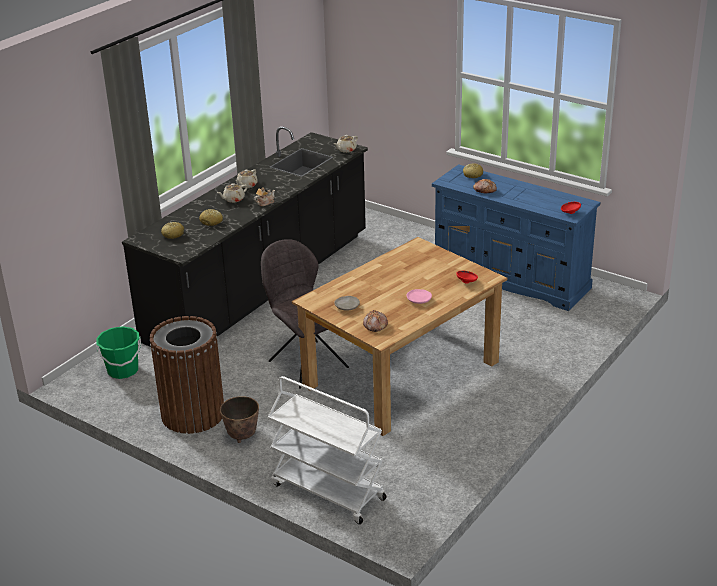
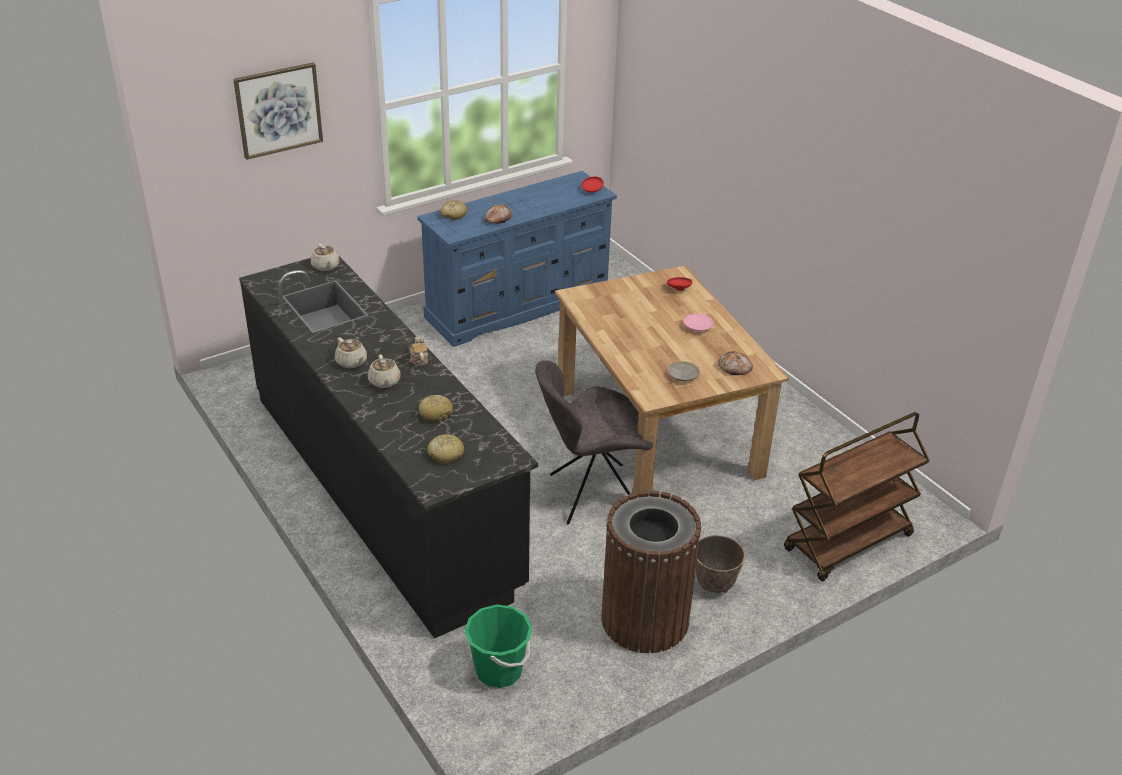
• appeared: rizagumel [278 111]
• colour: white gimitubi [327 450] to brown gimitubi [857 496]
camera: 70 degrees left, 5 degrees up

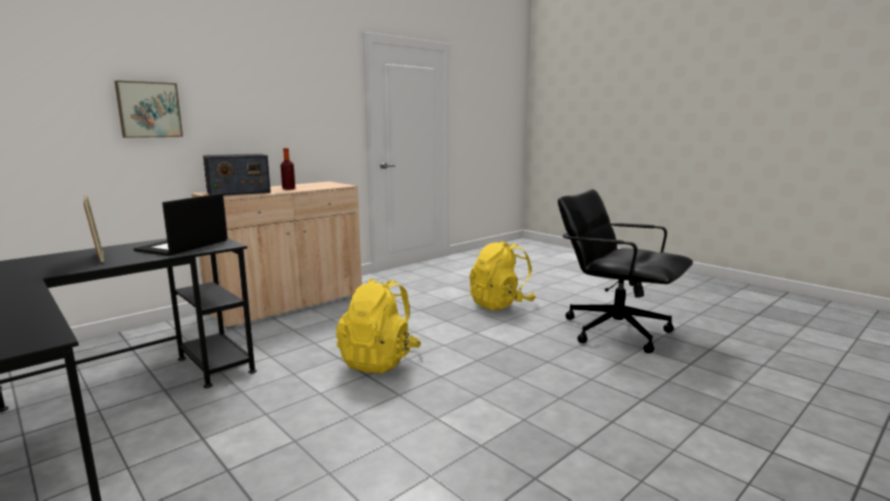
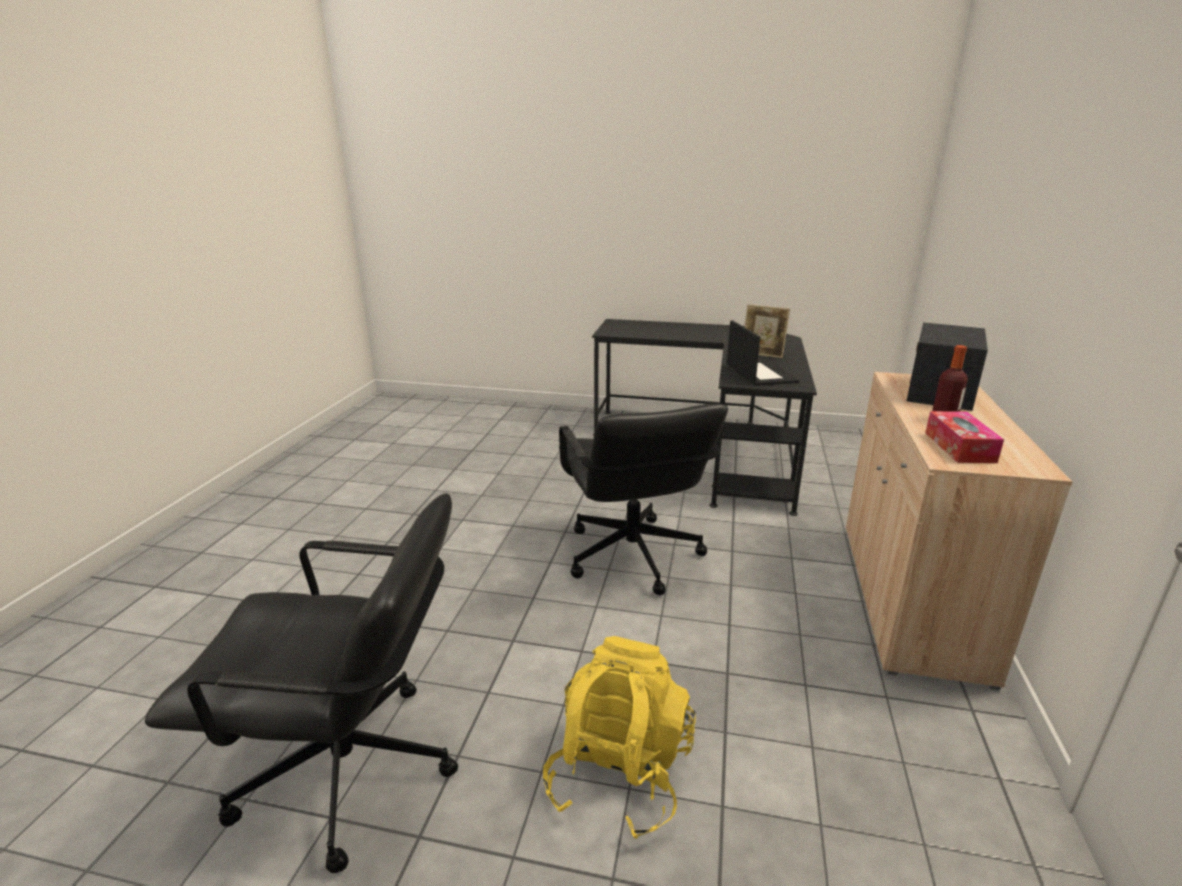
• missing: rizagumel [149 109]
• appeared: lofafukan [964 437]
• exchanged: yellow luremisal [378 325] to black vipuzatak [643 499]
camera: 145 degrees right, 10 degrees up

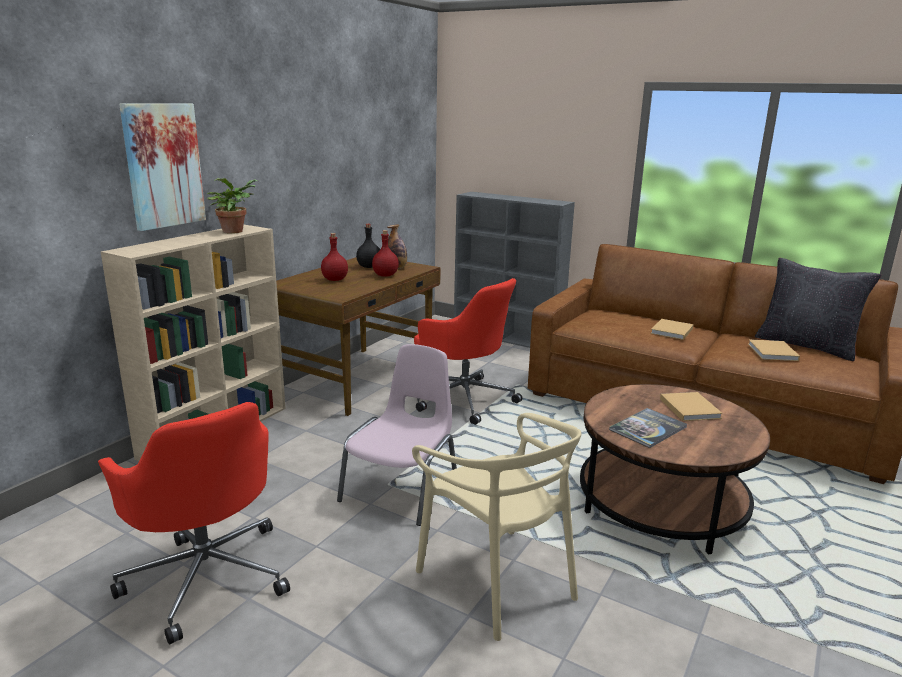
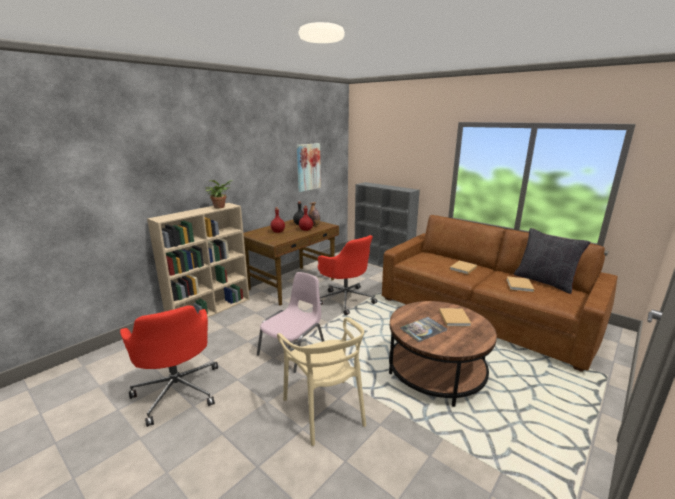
• relocated: rizagumel [162 167] to [309 167]
camera: 10 degrees right, 0 degrees up

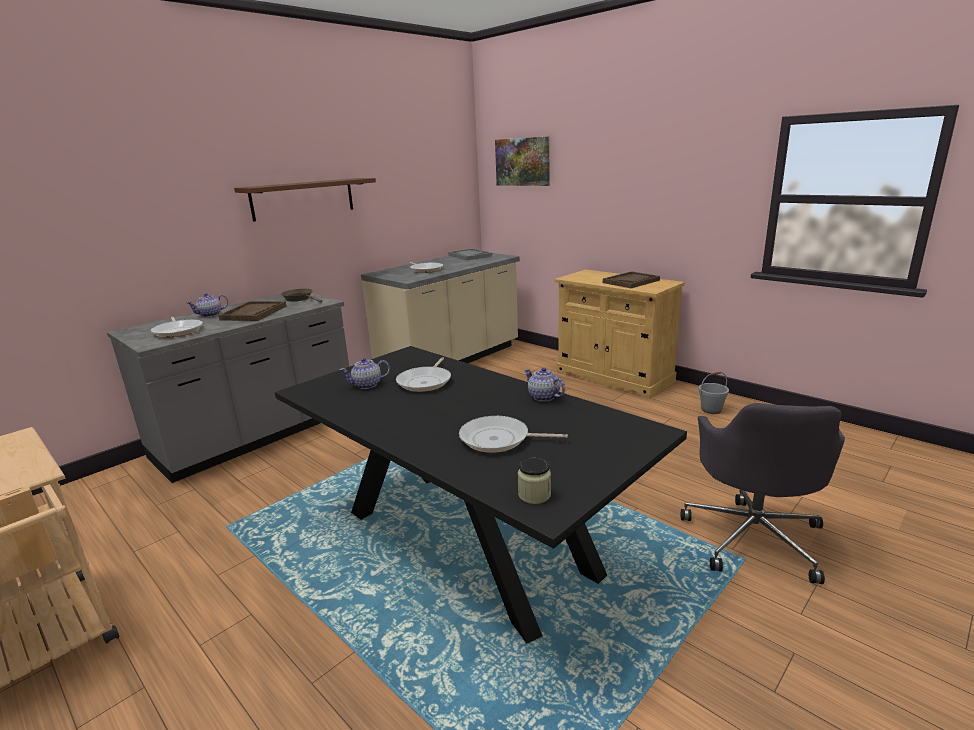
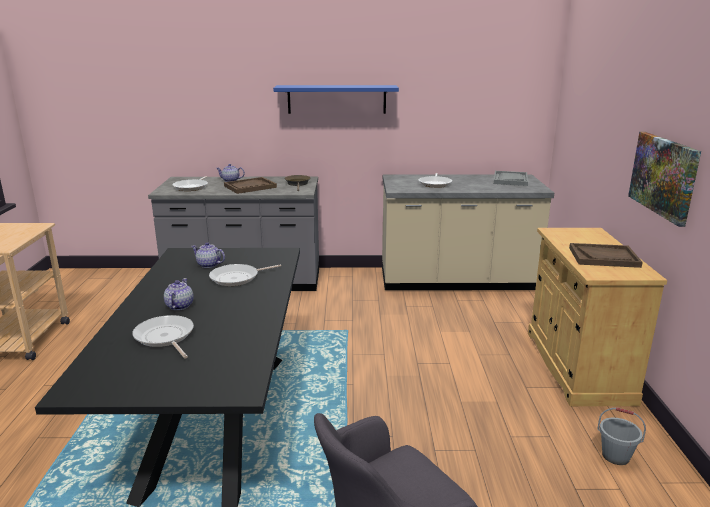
• missing: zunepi [534 481]
• relocated: rizagumel [522 161] to [664 179]
• relocated: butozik [544 384] to [179 294]
• colour: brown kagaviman [305 200] to blue kagaviman [336 99]
camera: 45 degrees right, 0 degrees up

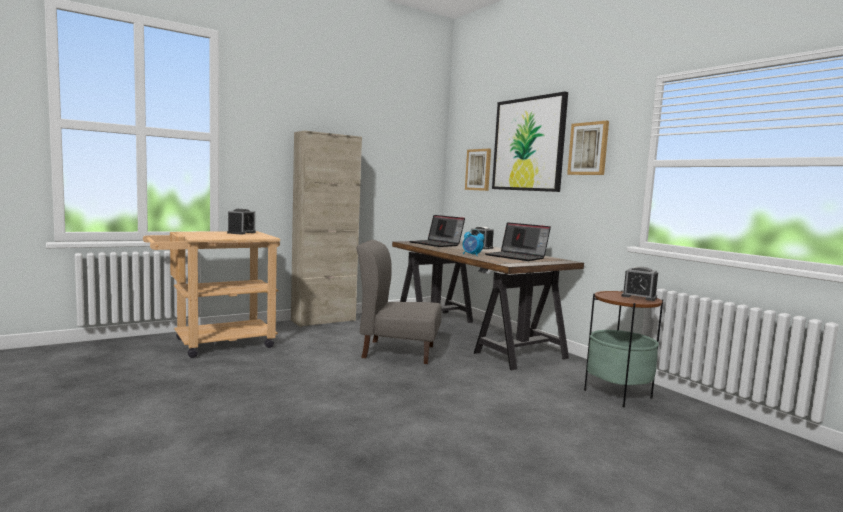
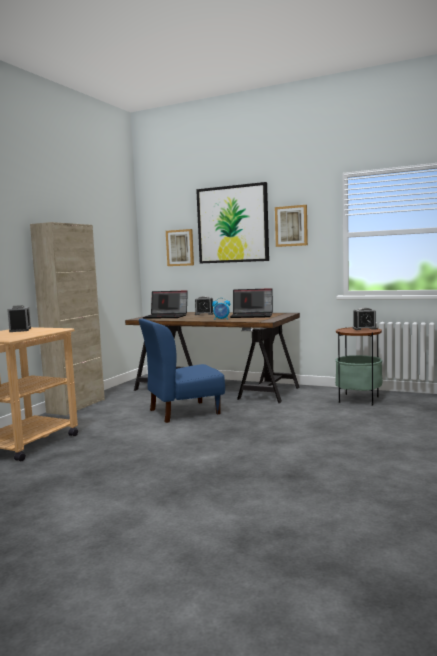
• colour: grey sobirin [399 302] to blue sobirin [182 371]
camera: 30 degrees left, 0 degrees up

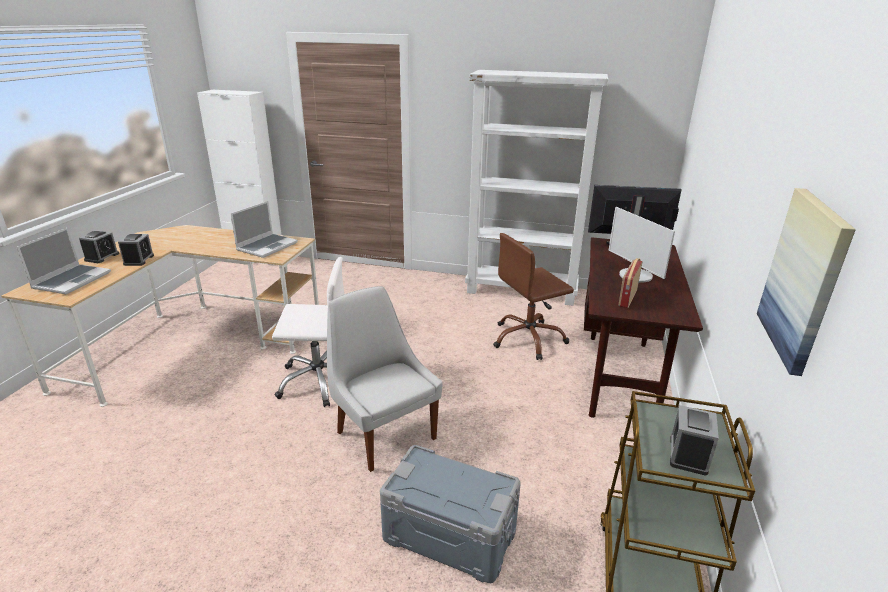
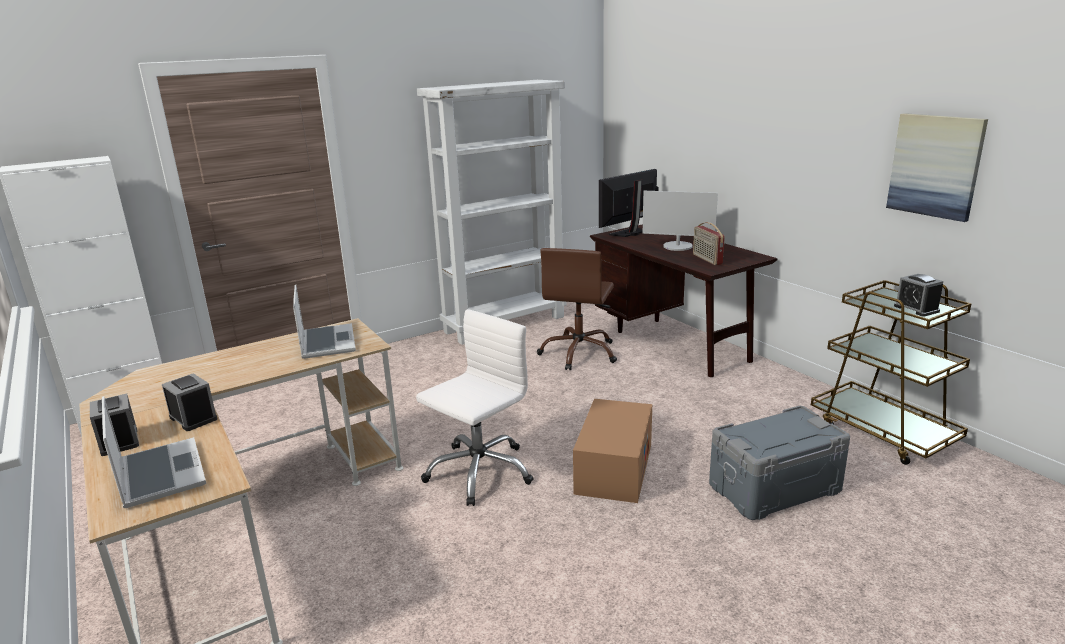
• exchanged: white sobirin [385 379] to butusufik [612 451]
camera: 45 degrees left, 5 degrees down

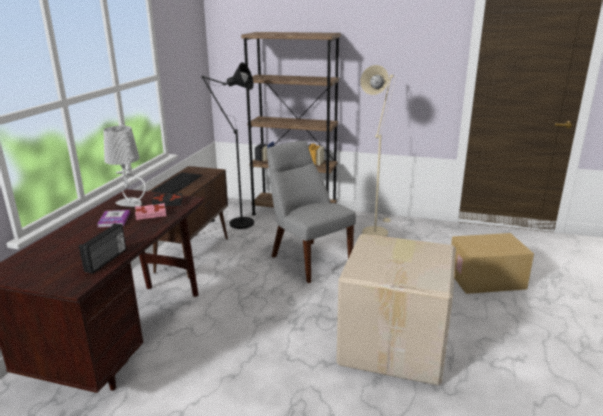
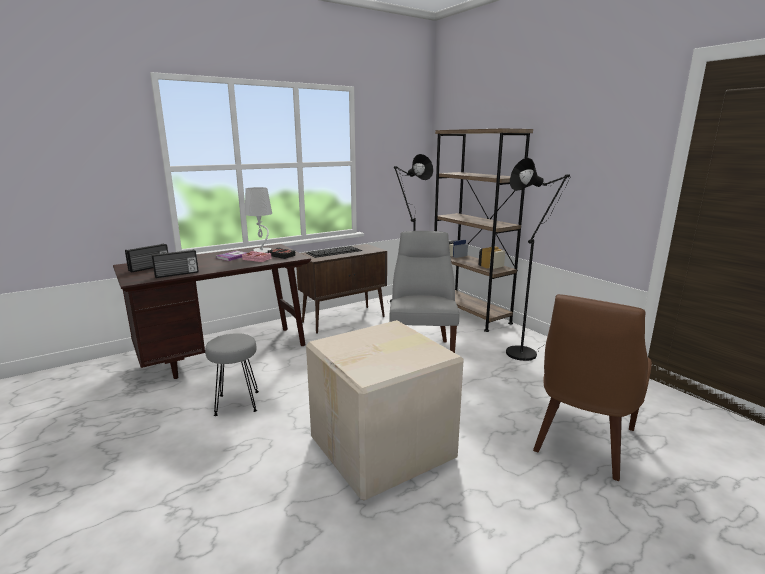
• appeared: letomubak [146 258]
• appeared: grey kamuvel [232 374]
• exchanged: butusufik [492 263] to brown sobirin [592 387]
• colour: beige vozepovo [378 151] to black vozepovo [538 259]
camera: 40 degrees right, 5 degrees down

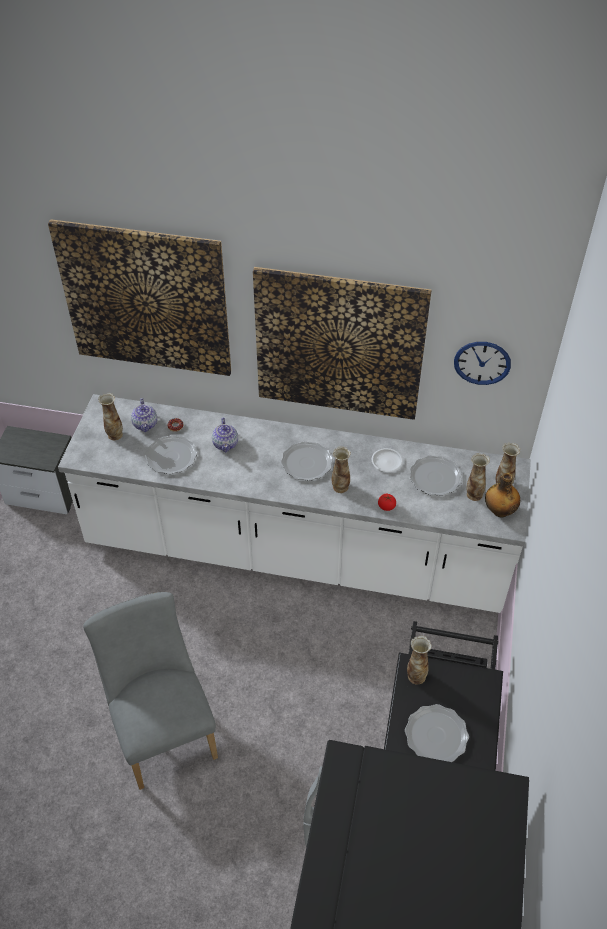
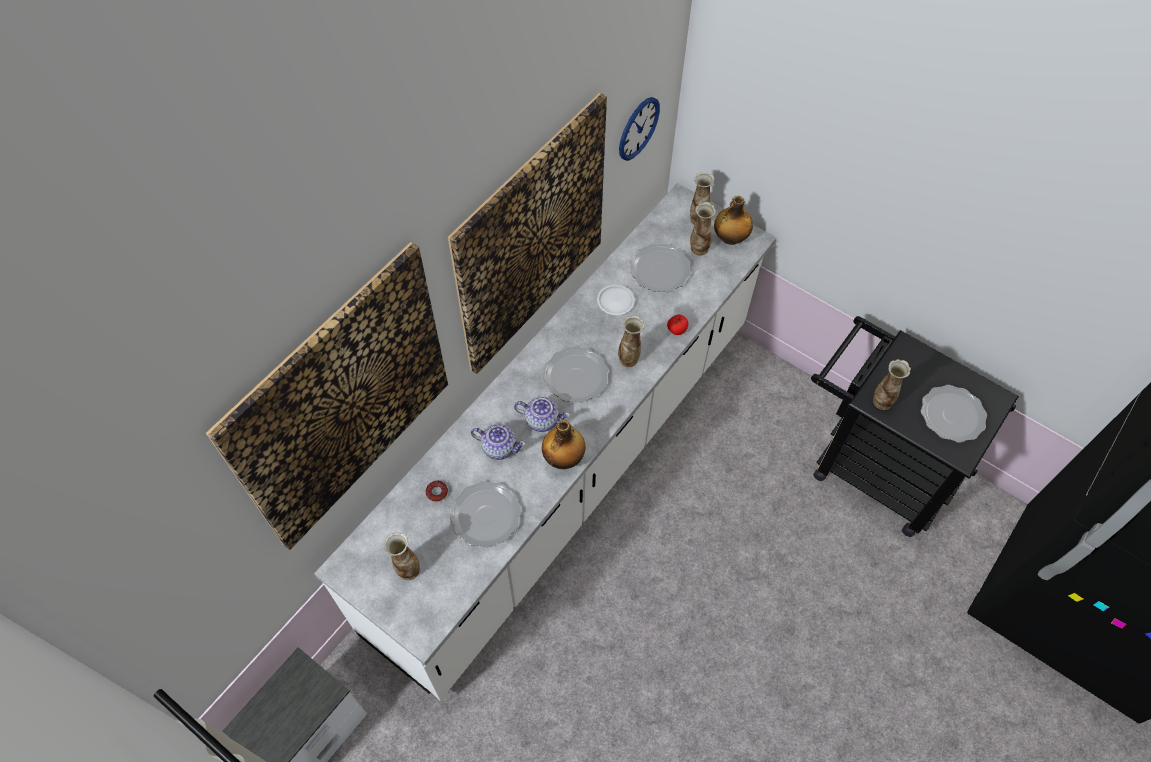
• missing: grey sobirin [150 691]
• appeared: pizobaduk [564 444]
• relocated: butozik [144 415] to [542 414]
camera: 65 degrees left, 10 degrees up

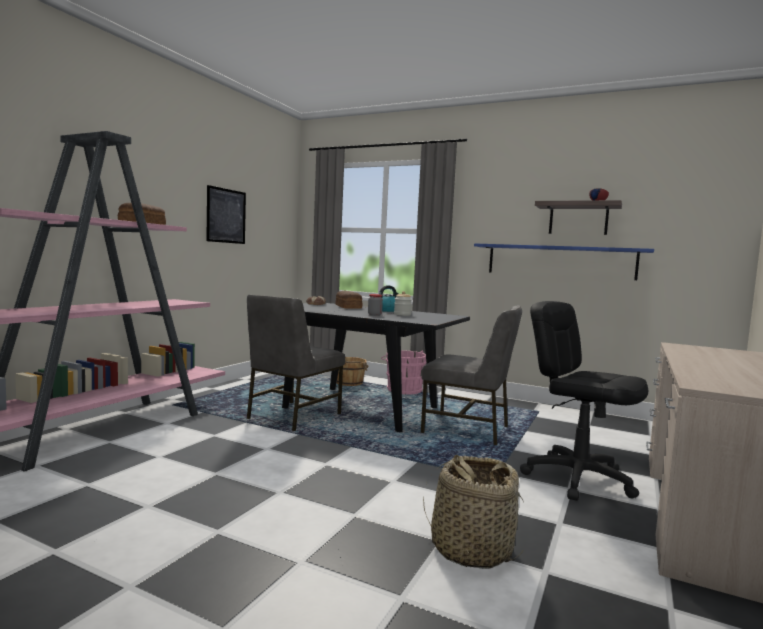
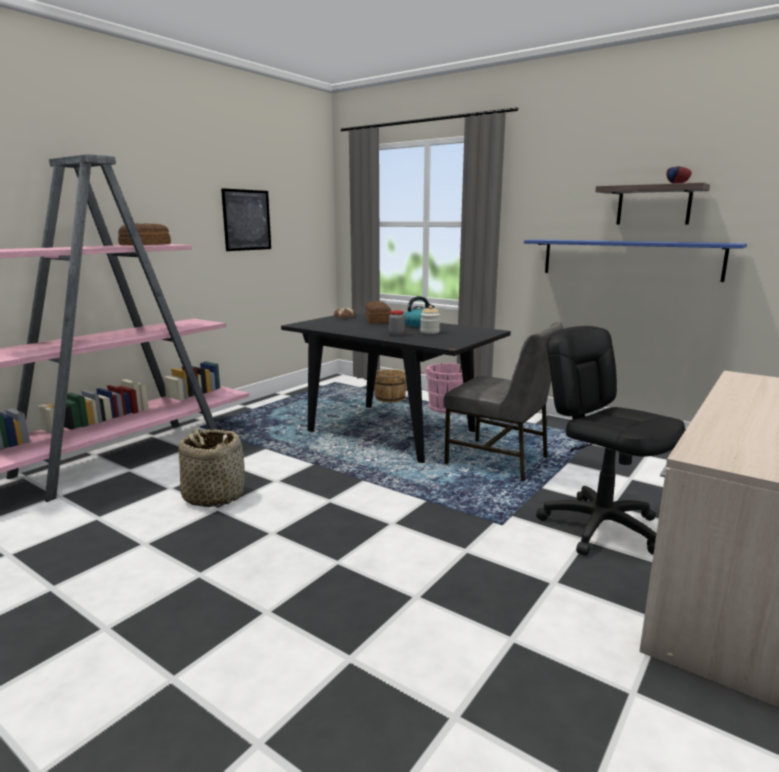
• missing: grey sobirin [296 362]
• relocated: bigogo [473 511] to [212 467]
camera: 10 degrees right, 10 degrees up

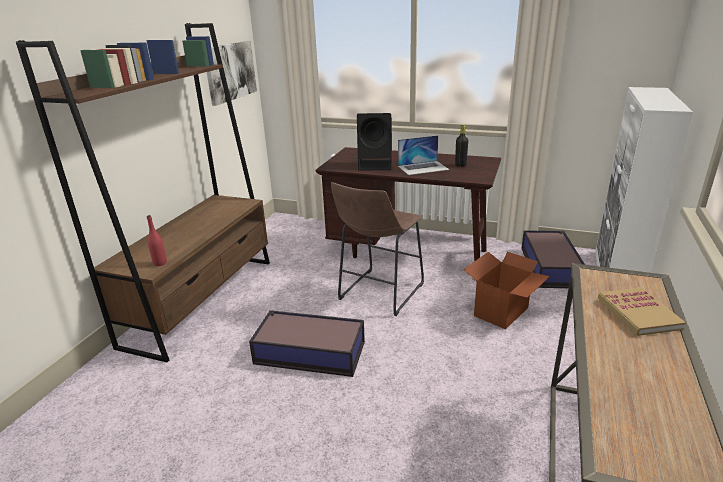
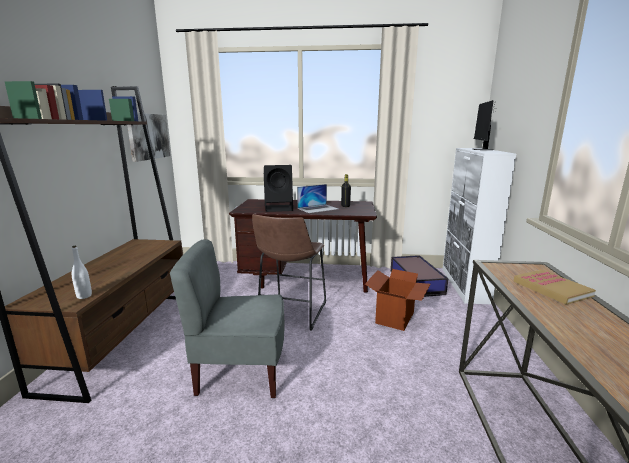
• appeared: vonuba [484 125]
• exchanged: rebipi [307 343] to grey sobirin [227 318]
• colour: red pizobaduk [157 240] to white pizobaduk [82 272]
camera: 15 degrees left, 10 degrees down

